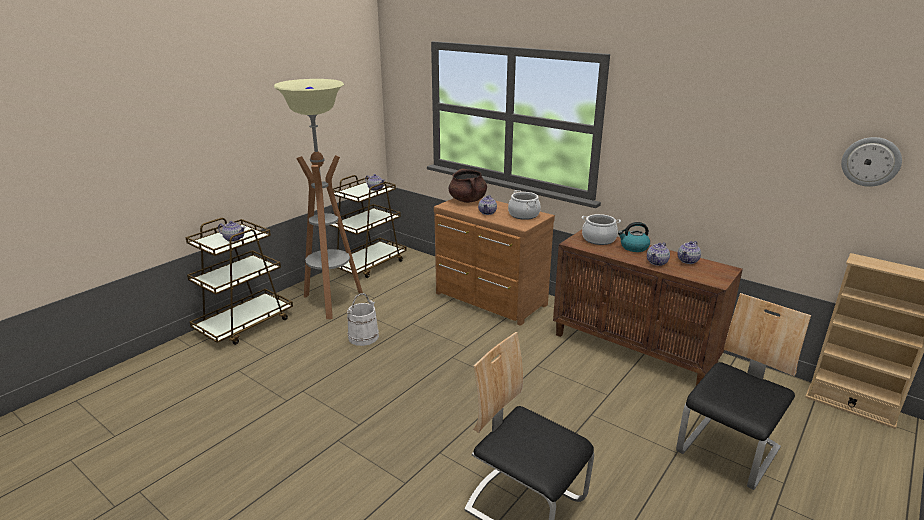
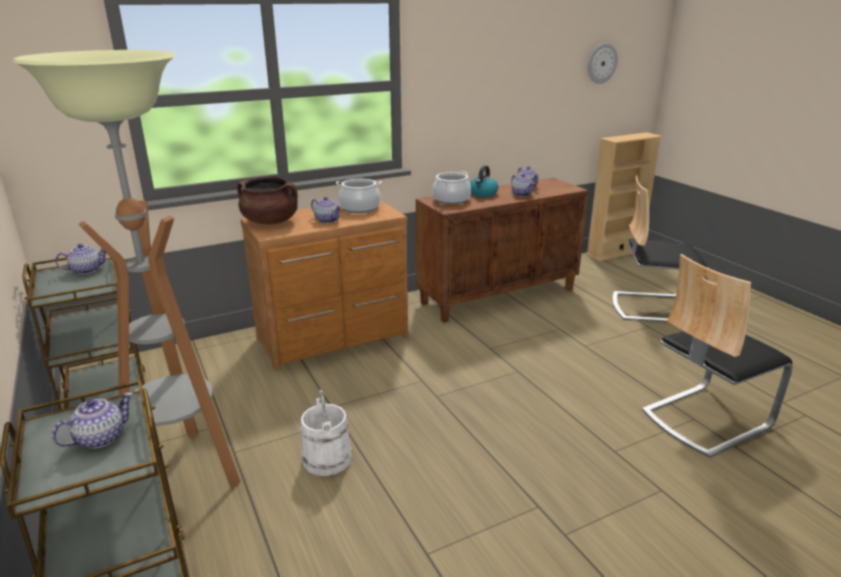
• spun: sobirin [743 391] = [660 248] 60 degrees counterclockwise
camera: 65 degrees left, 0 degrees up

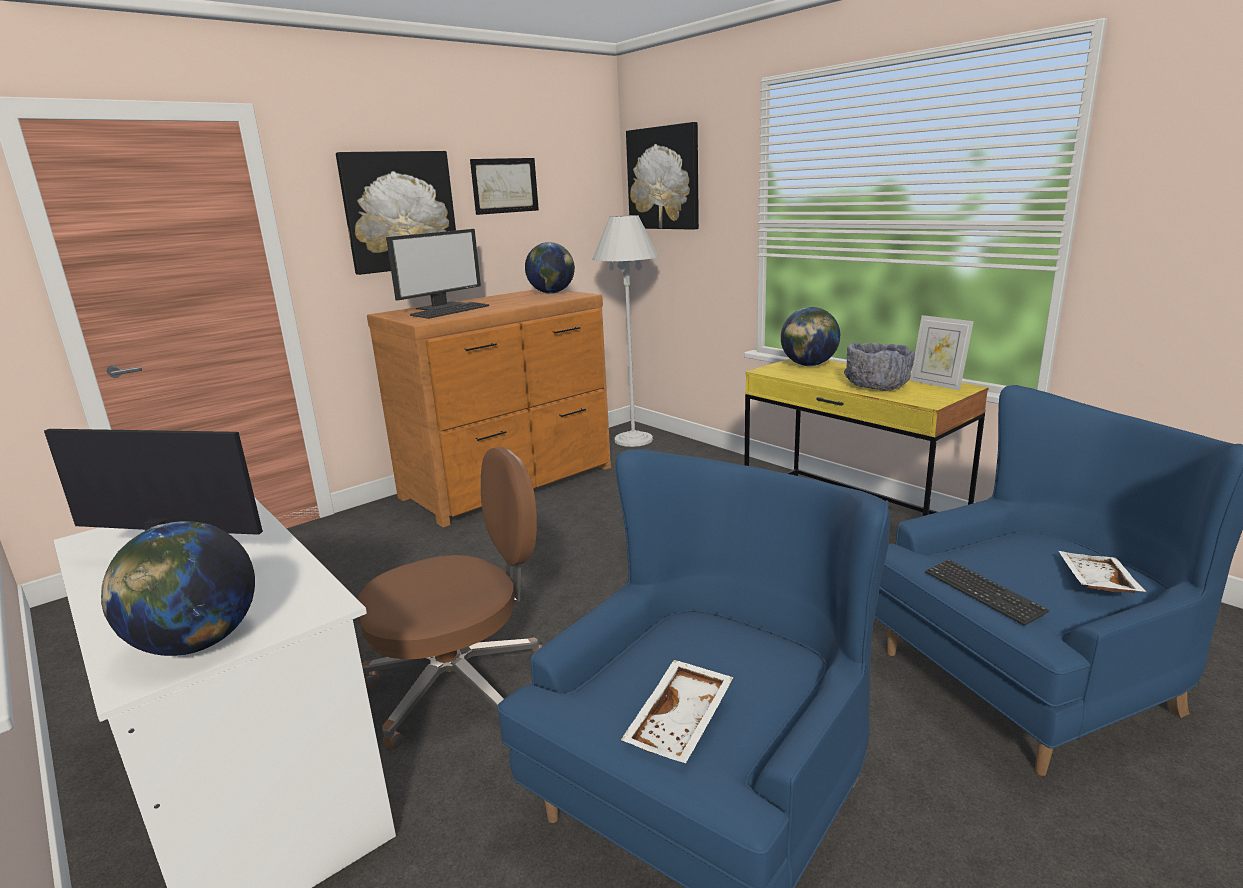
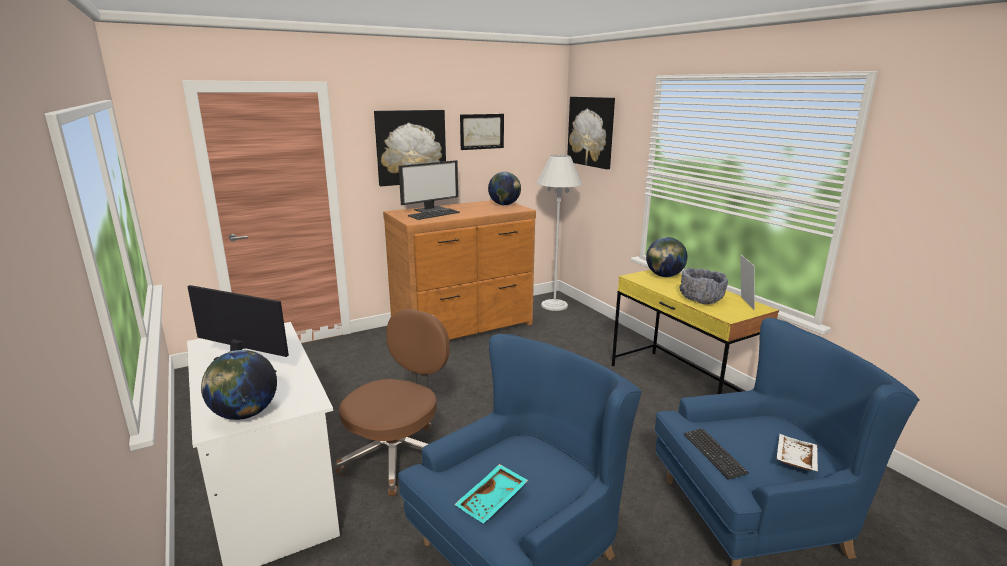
• colour: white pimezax [677 711] to turquoise pimezax [491 494]
• spun: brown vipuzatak [450 598] = [392 402] 45 degrees counterclockwise
• spun: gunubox [942 352] = [747 282] 150 degrees counterclockwise
camera: 10 degrees right, 0 degrees up

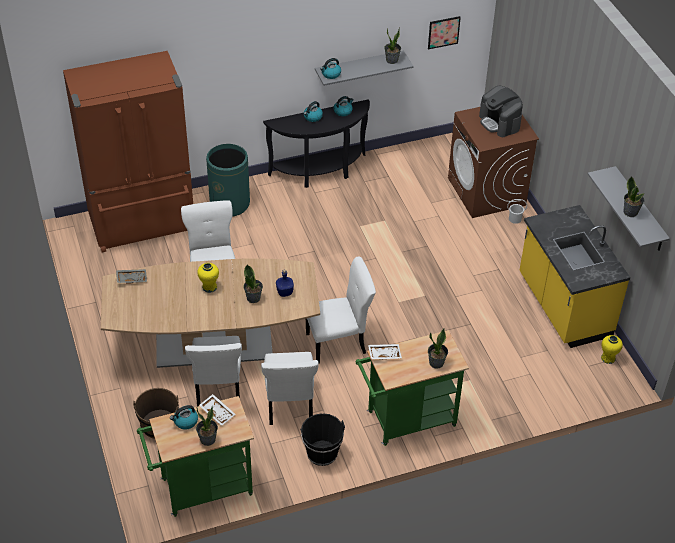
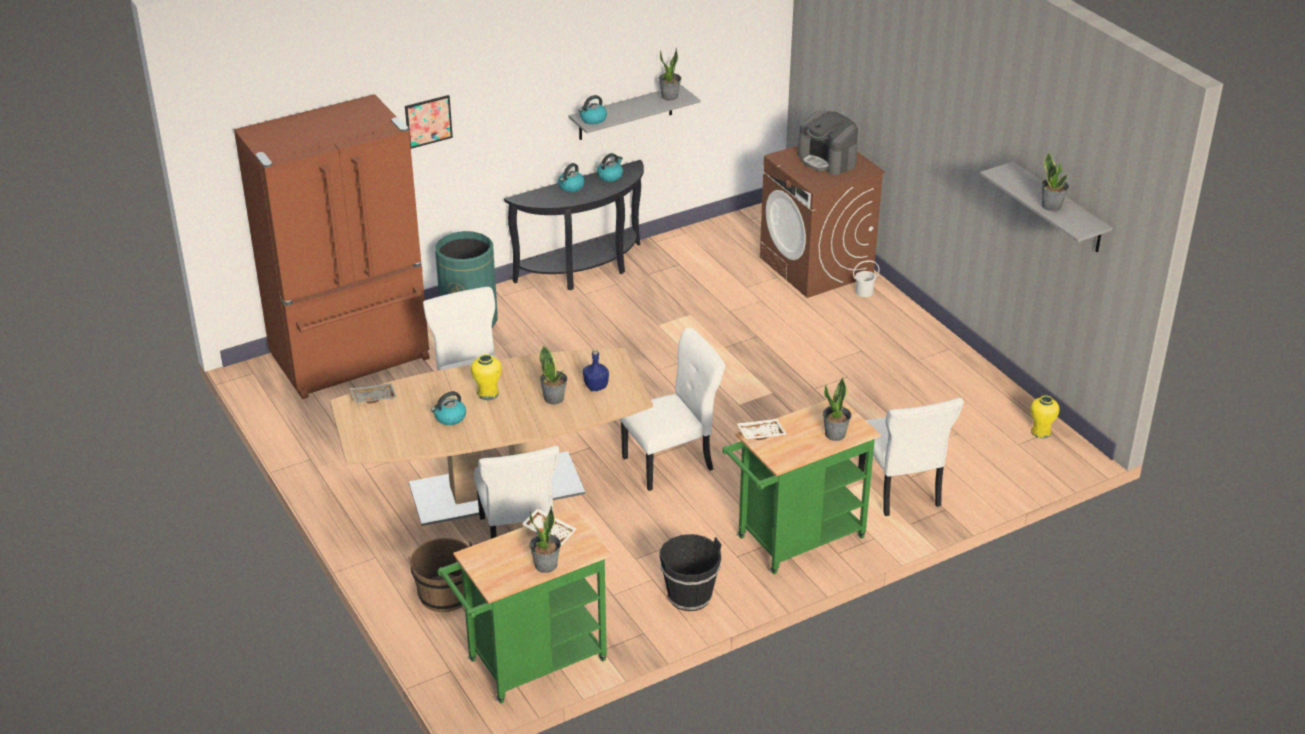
• missing: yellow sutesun [575 276]
• relocated: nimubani [184 417] to [448 408]
• relocated: white sobirin [290 388] to [911 457]
• relocated: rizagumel [444 32] to [429 122]
camera: 10 degrees left, 10 degrees down

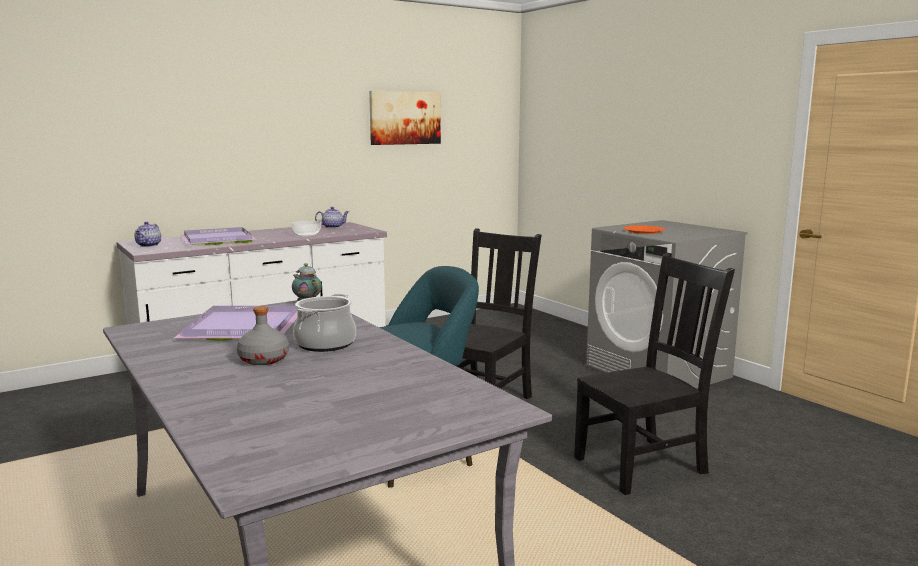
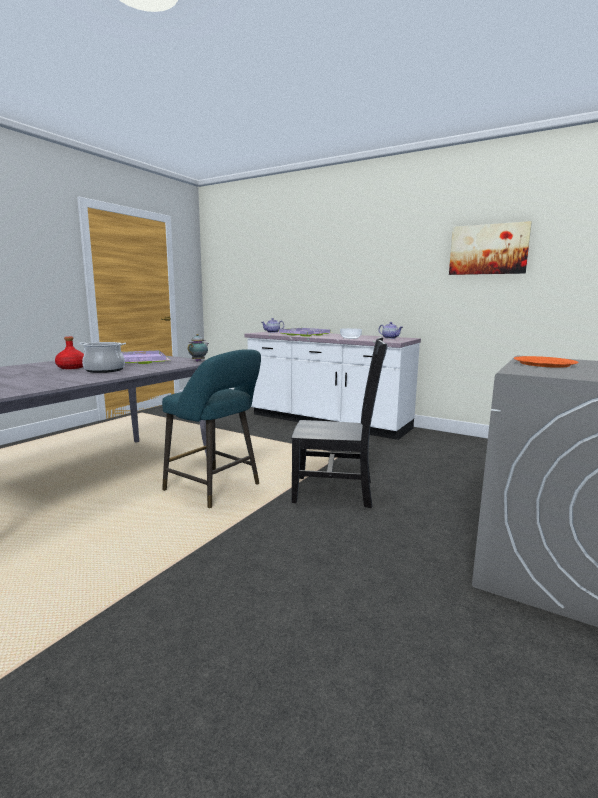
• missing: black sobirin [654 374]
• colour: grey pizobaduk [263 335] to red pizobaduk [69 353]
camera: 65 degrees right, 0 degrees up

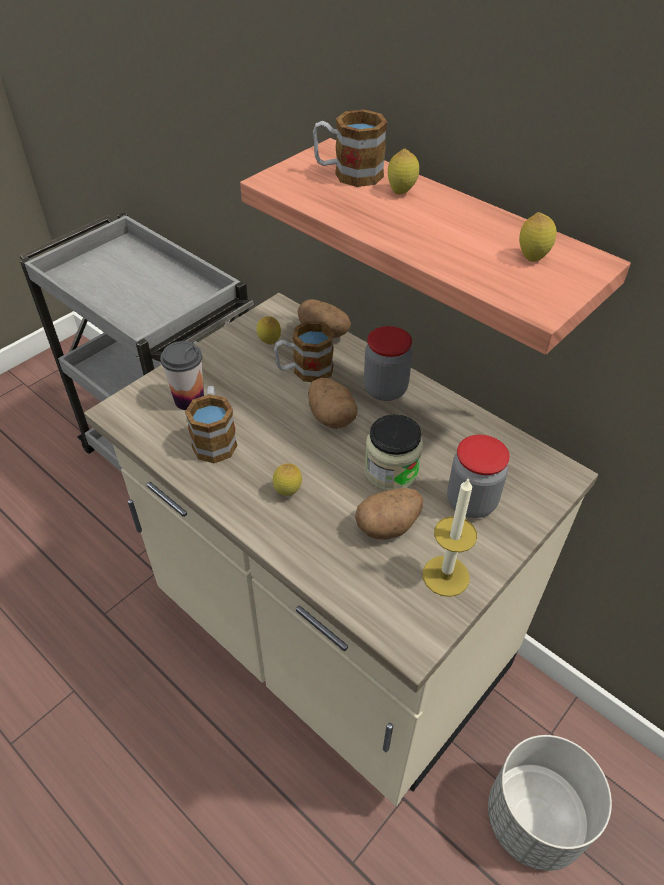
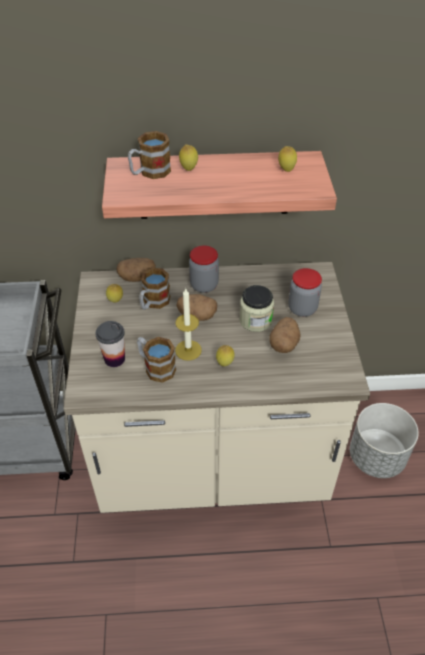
• relocated: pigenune [450 537] to [188 325]
camera: 45 degrees left, 0 degrees up

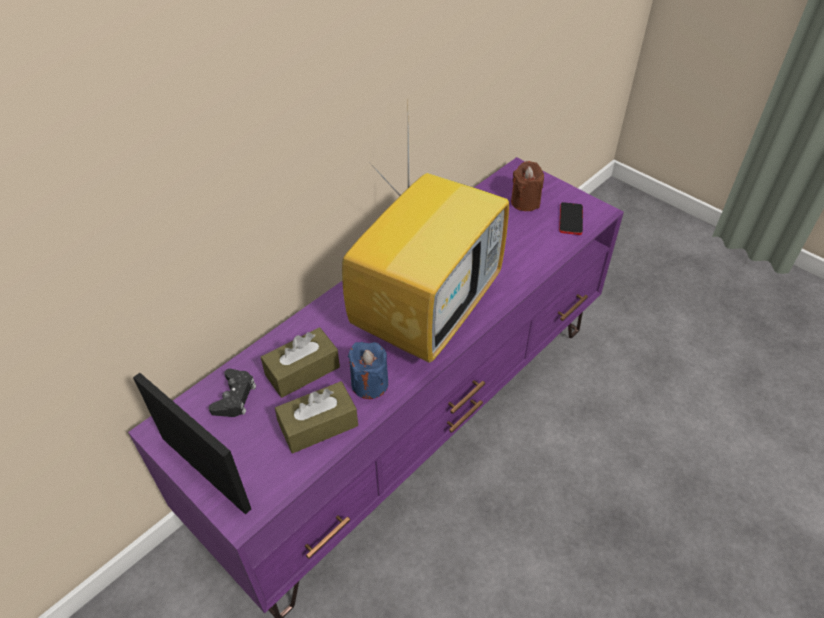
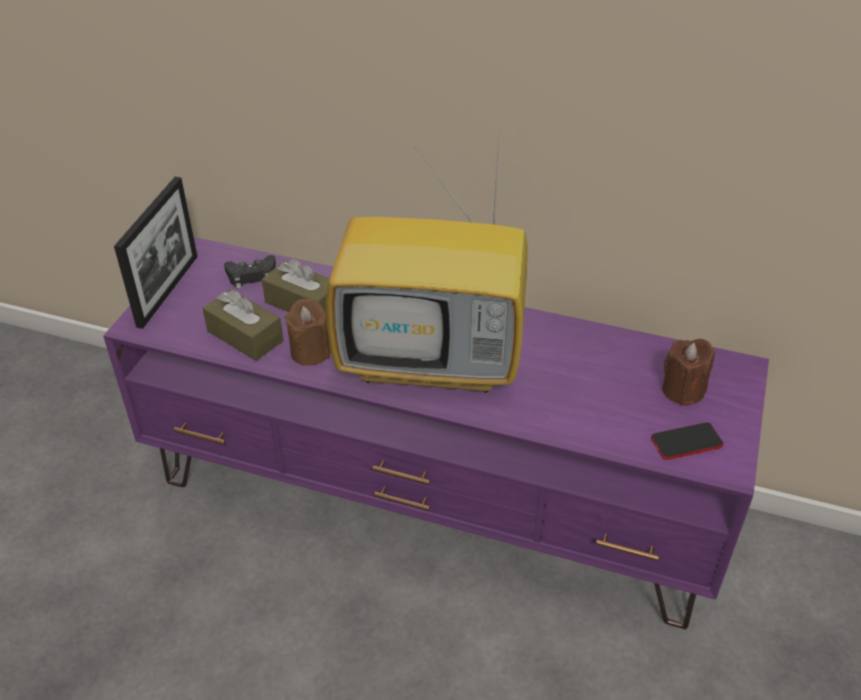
• colour: blue pigenune [368 370] to brown pigenune [308 332]
camera: 65 degrees right, 5 degrees down

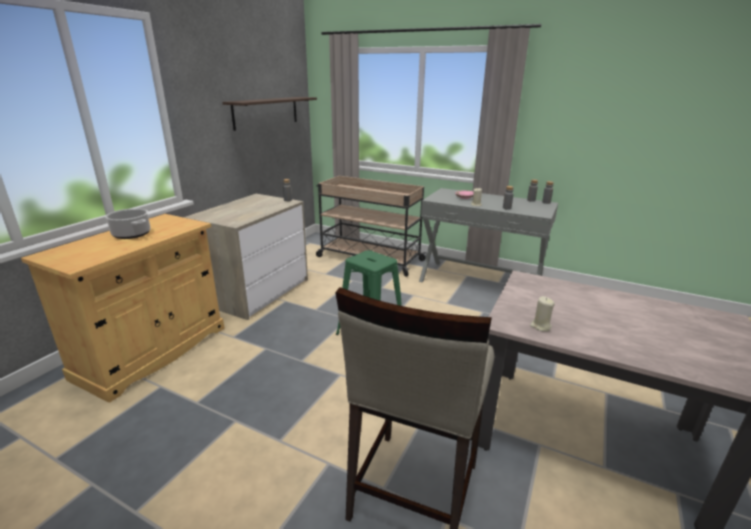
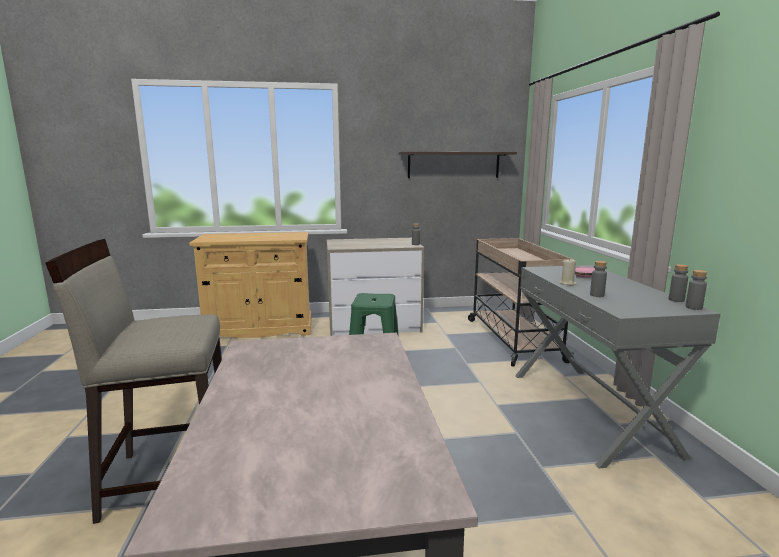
• missing: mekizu [127 223]
• missing: beige pigenune [542 314]
camera: 55 degrees right, 10 degrees down

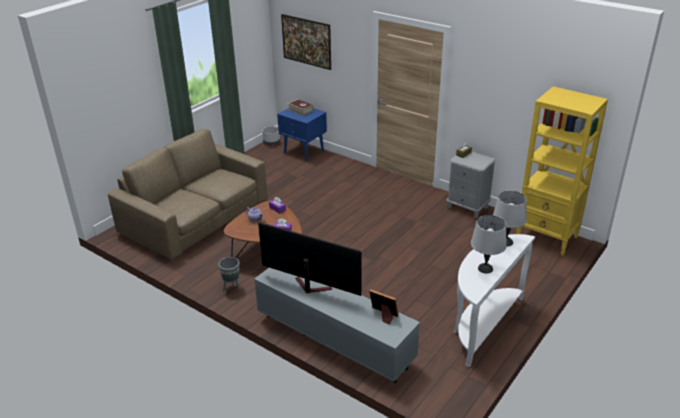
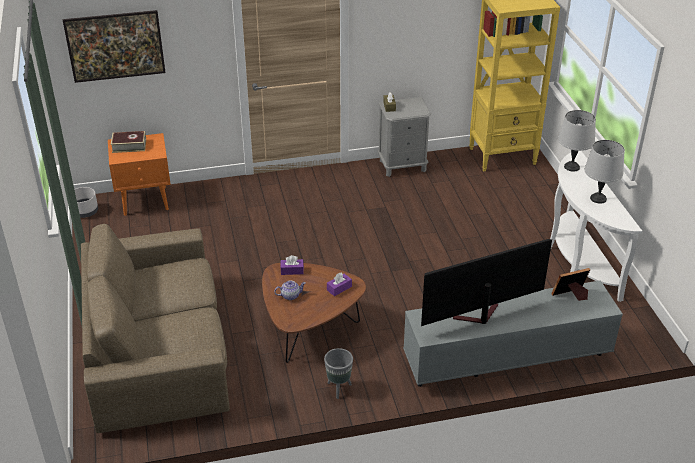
• colour: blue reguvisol [302 134] to orange reguvisol [139 174]
camera: 50 degrees left, 5 degrees up

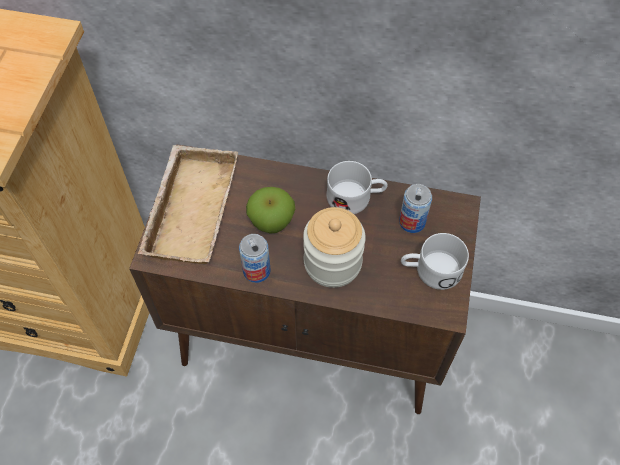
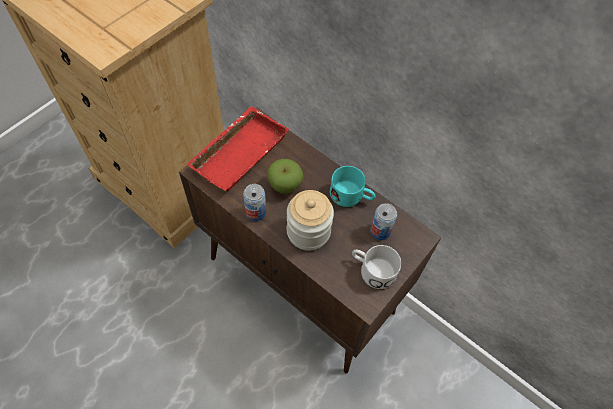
• colour: beige pimezax [188 204] to red pimezax [237 149]
• colour: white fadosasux [357 187] to turquoise fadosasux [353 186]
camera: 25 degrees right, 0 degrees up

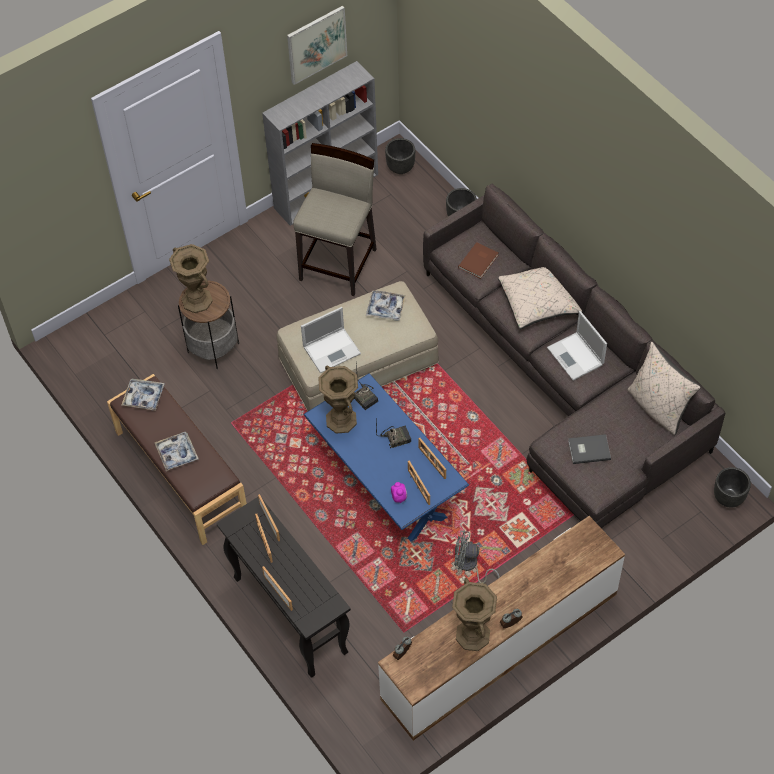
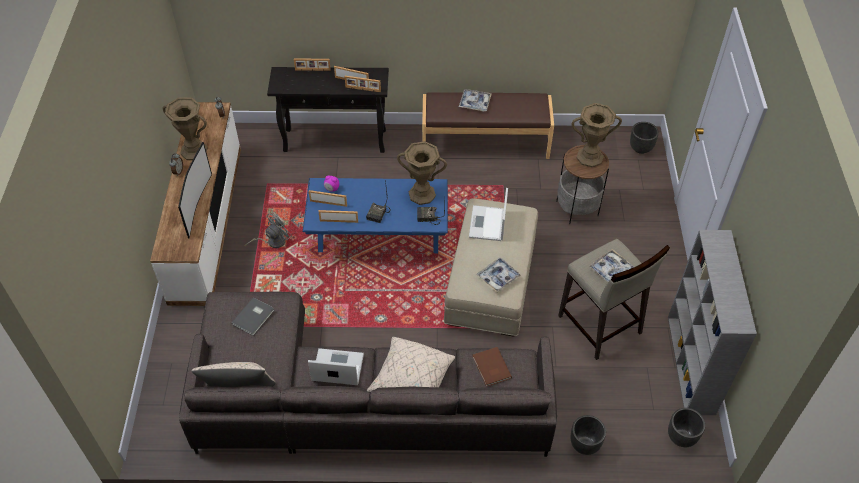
• missing: rizagumel [317 45]
• appeared: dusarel [195 190]
• relocated: pimezax [143 395] to [611 265]
• relocated: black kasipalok [732 487] to [644 138]
camera: 125 degrees right, 5 degrees down

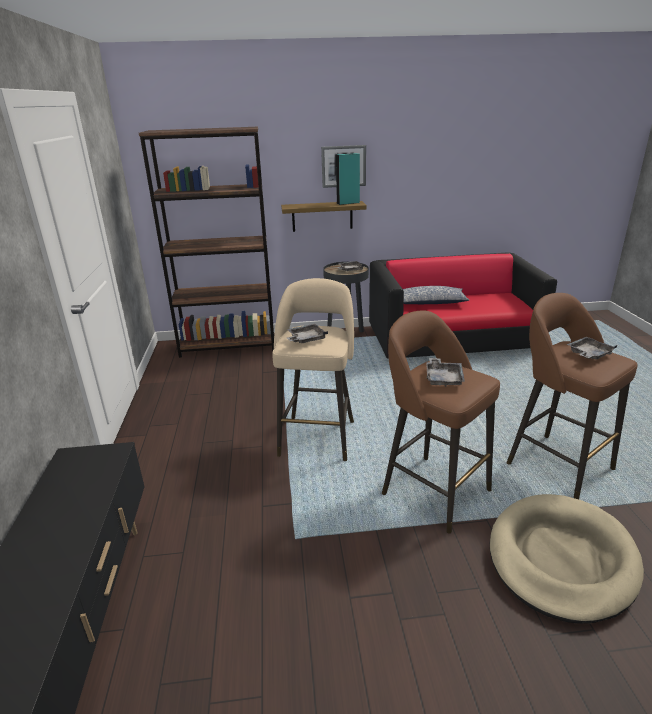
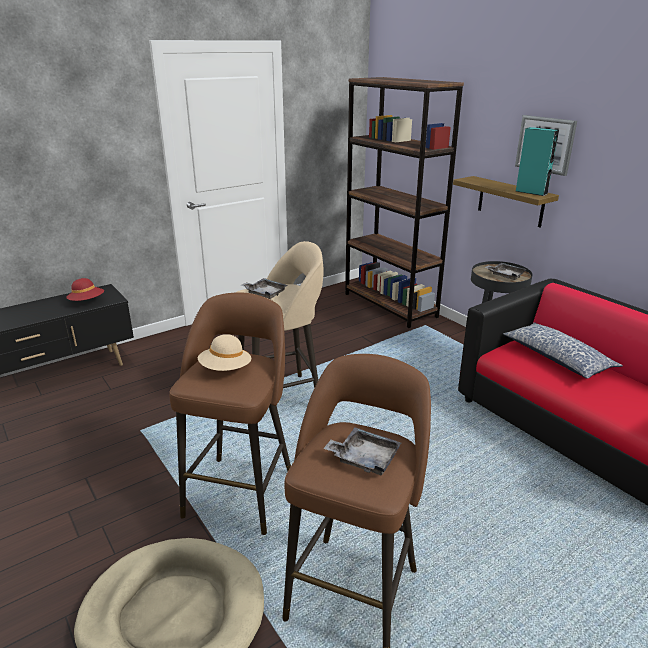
• appeared: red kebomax [85 289]
• exchanged: grey pimezax [445 372] to beige kebomax [224 352]
camera: 60 degrees right, 0 degrees up

